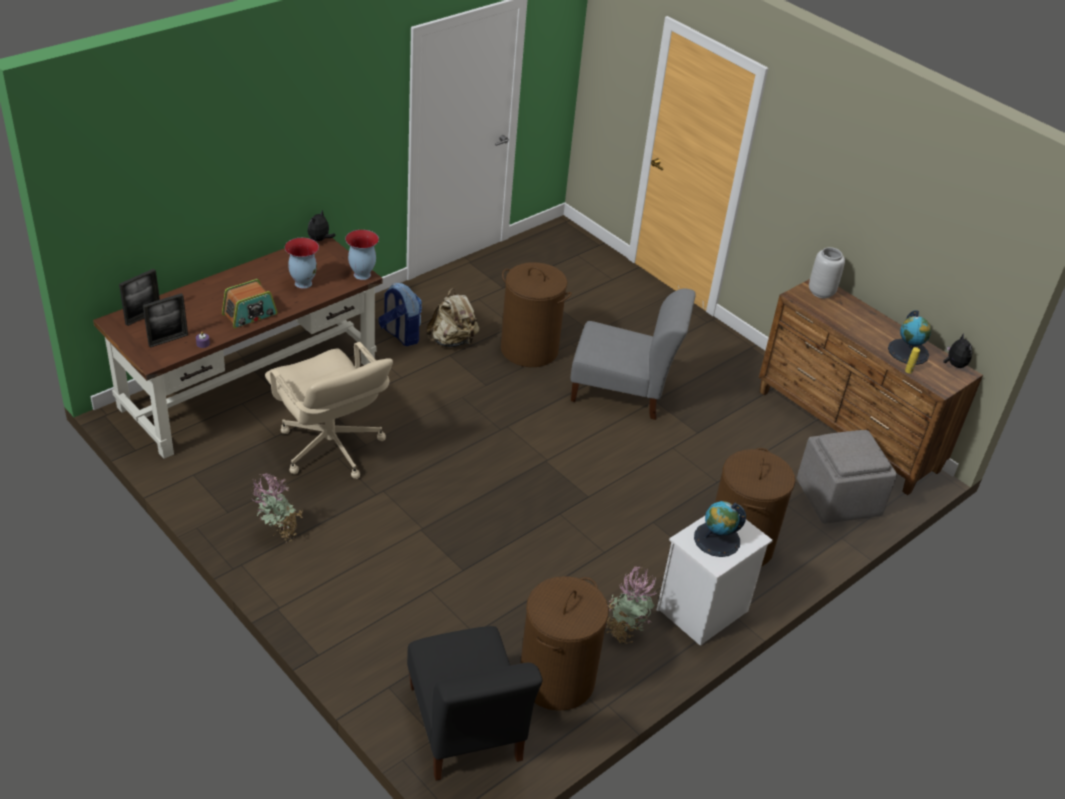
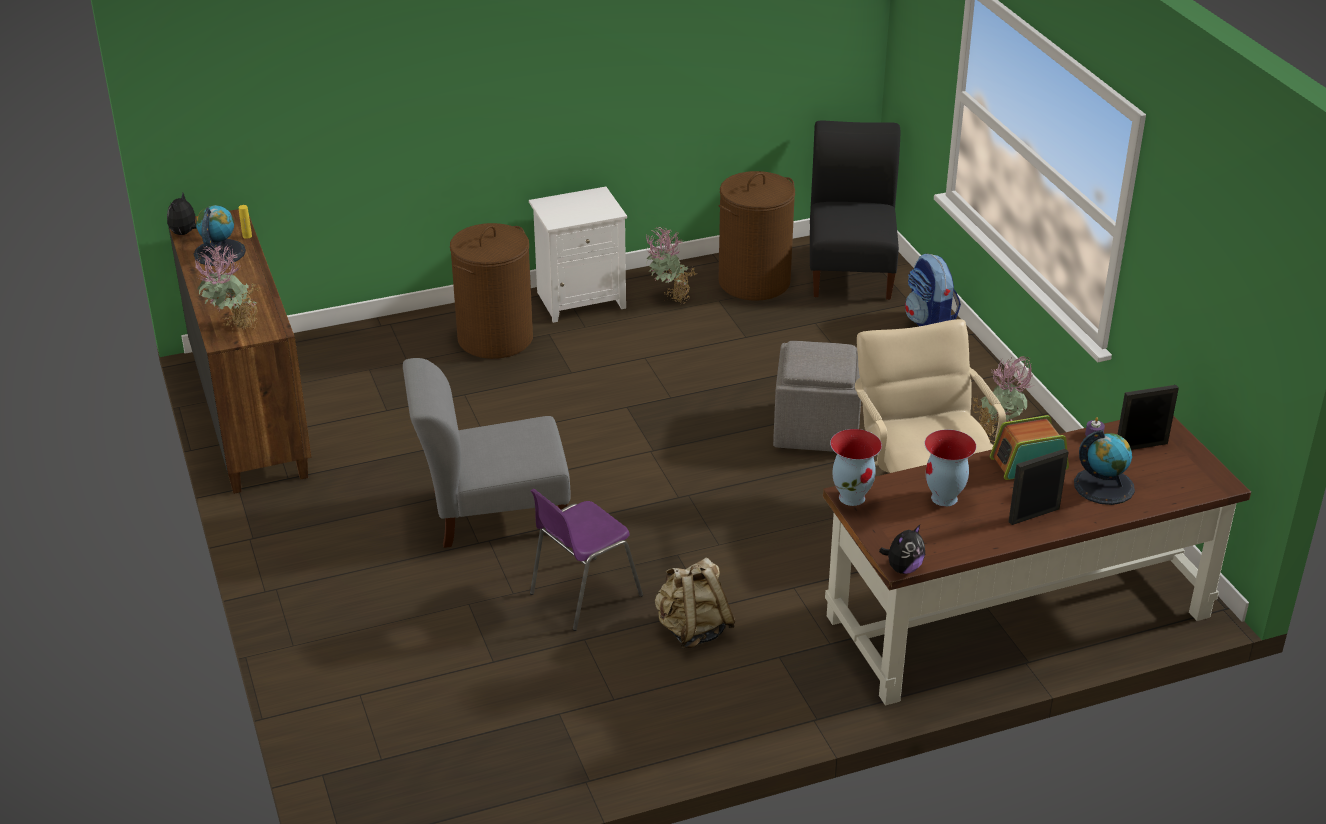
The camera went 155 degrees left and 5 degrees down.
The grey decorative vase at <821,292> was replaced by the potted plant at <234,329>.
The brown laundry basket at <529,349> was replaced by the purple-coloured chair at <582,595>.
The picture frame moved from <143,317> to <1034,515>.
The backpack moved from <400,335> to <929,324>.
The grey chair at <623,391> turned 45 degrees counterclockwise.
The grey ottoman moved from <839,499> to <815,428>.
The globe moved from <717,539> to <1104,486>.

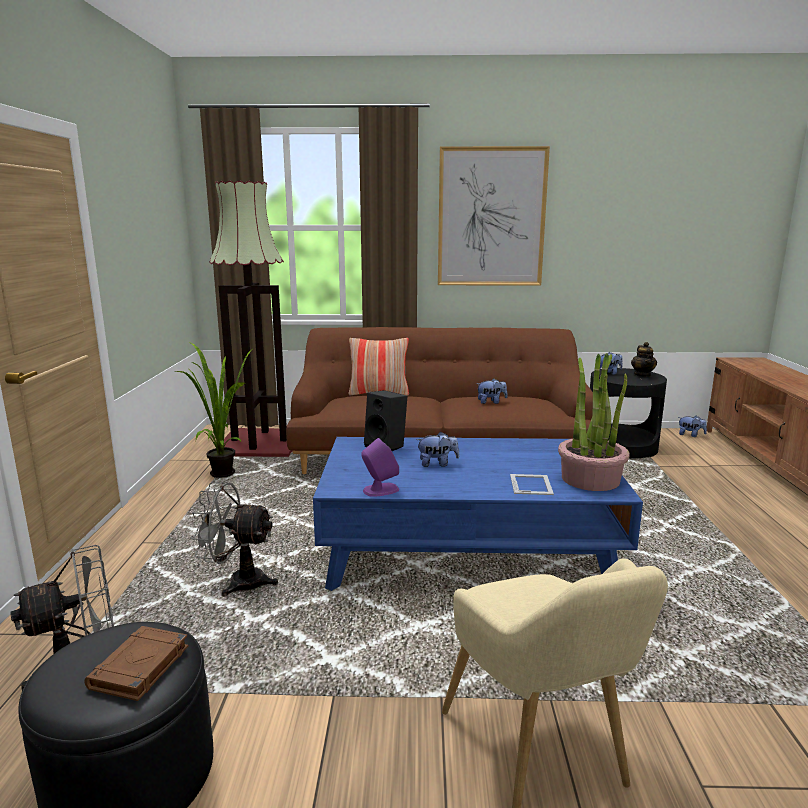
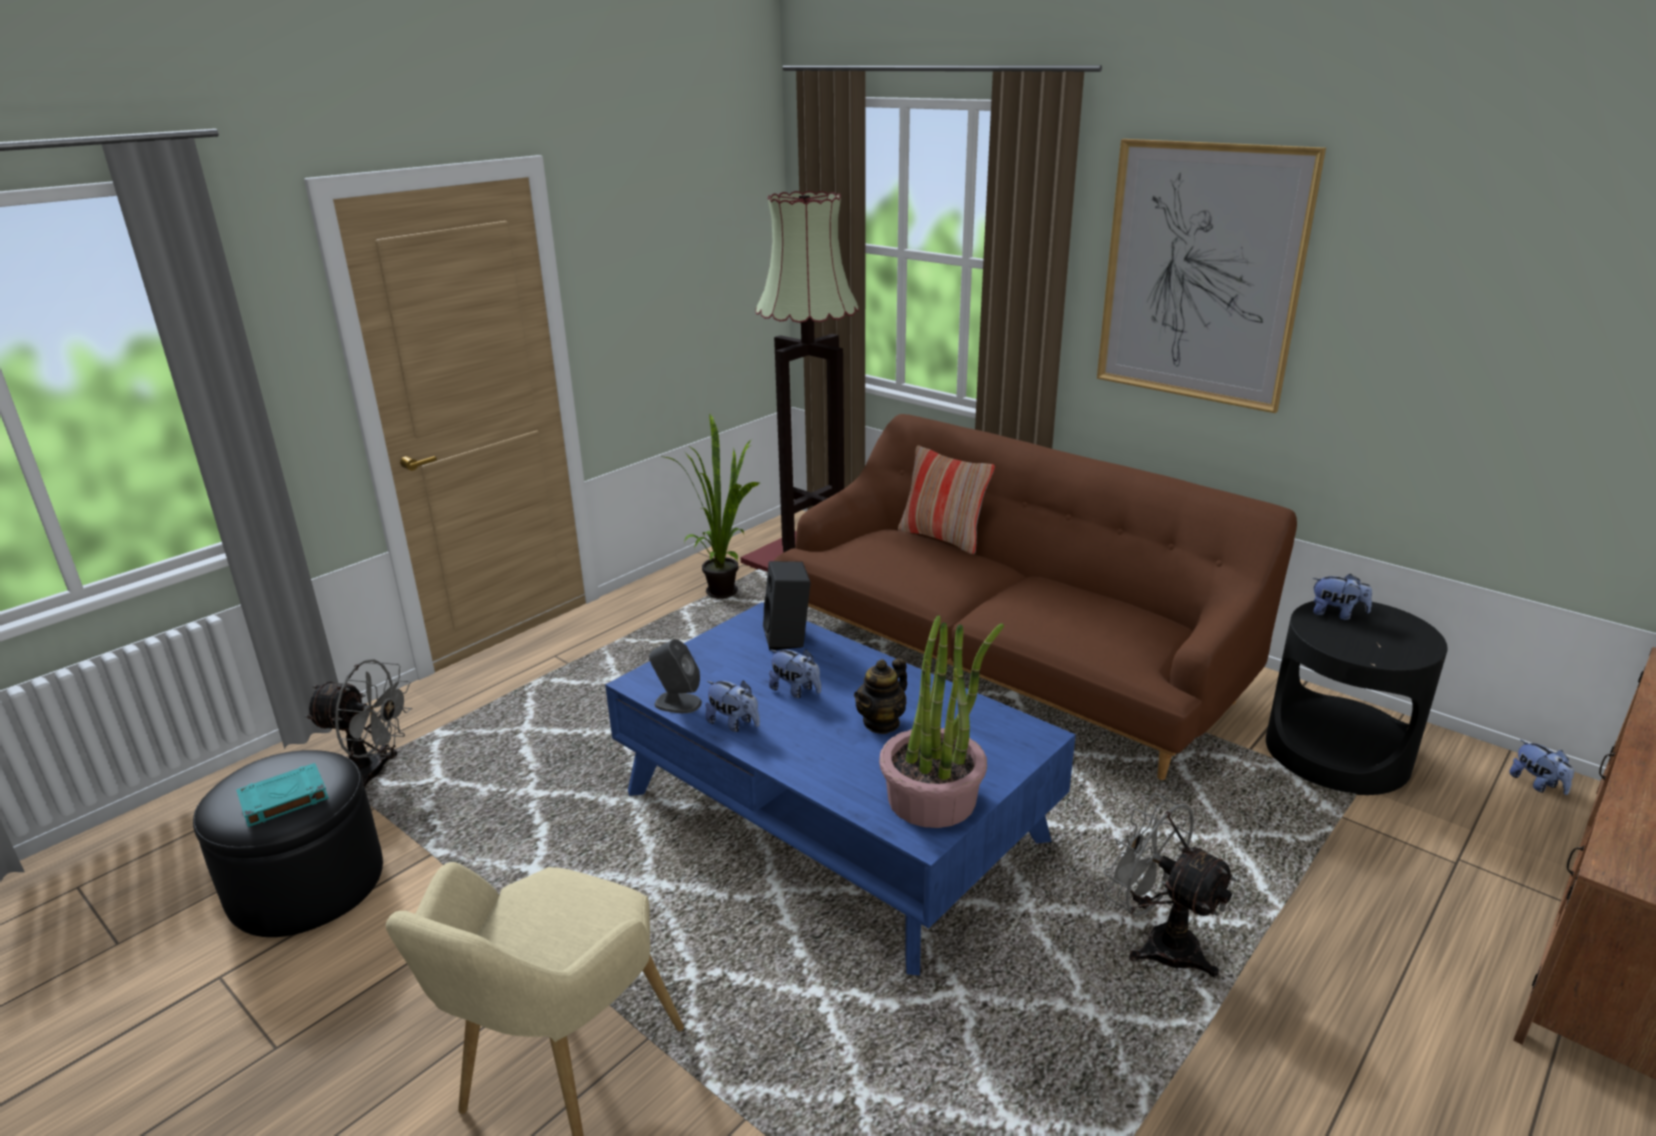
The camera went 40 degrees right and 10 degrees up.
The pot for tea moved from <642,375> to <881,723>.
The soft toy moved from <491,402> to <734,724>.
The purple-coloured speaker at <380,490> became the grey speaker at <677,703>.
The picture frame at <531,484> disappeared.
The grey fan moved from <238,582> to <1158,942>.
The brown bound book at <139,668> became the blue-green bound book at <283,799>.

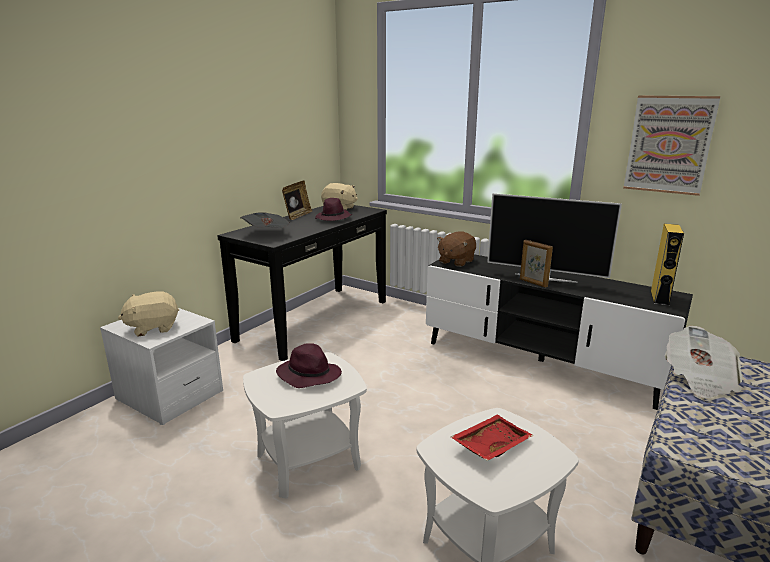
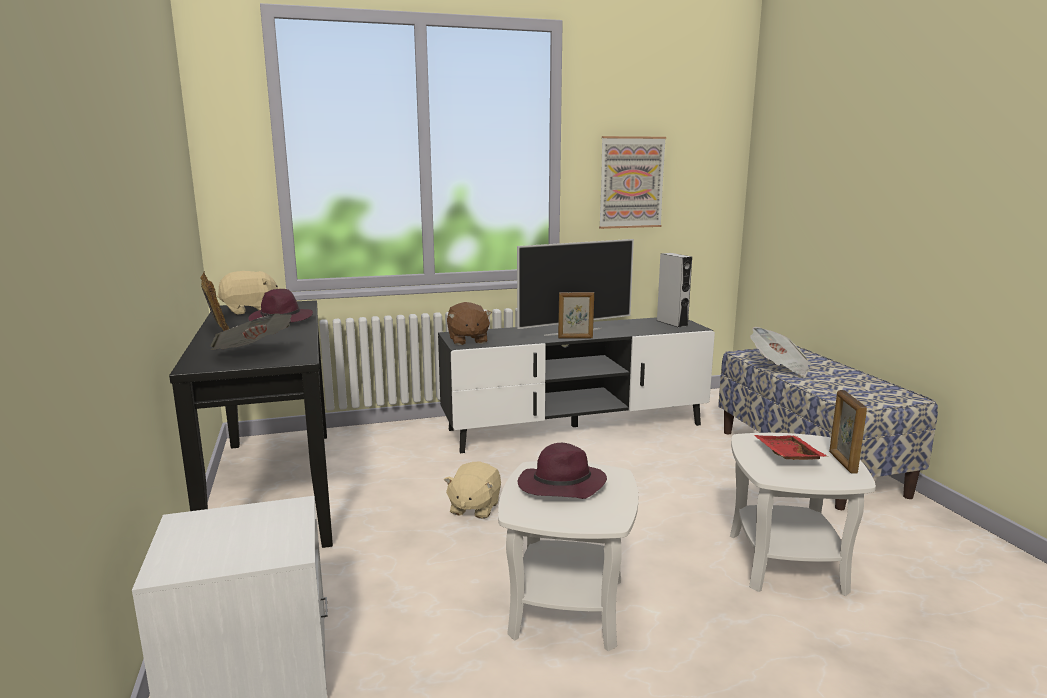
The camera went 50 degrees left and 5 degrees down.
The yellow speaker at <659,298> became the grey speaker at <672,323>.
The beige soft toy moved from <153,328> to <474,508>.
The picture frame at <842,462> appeared.

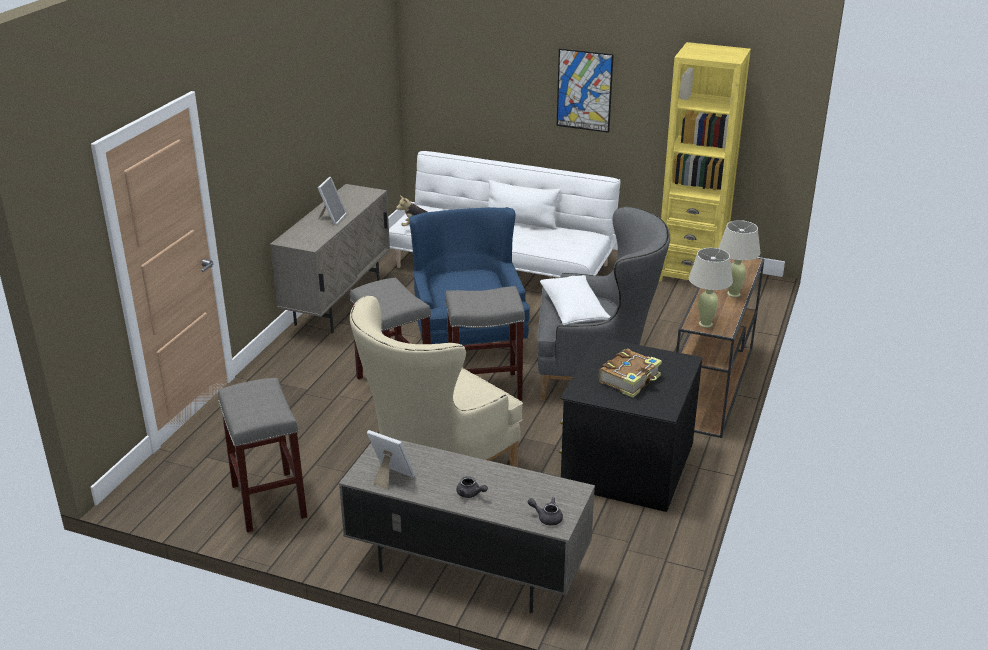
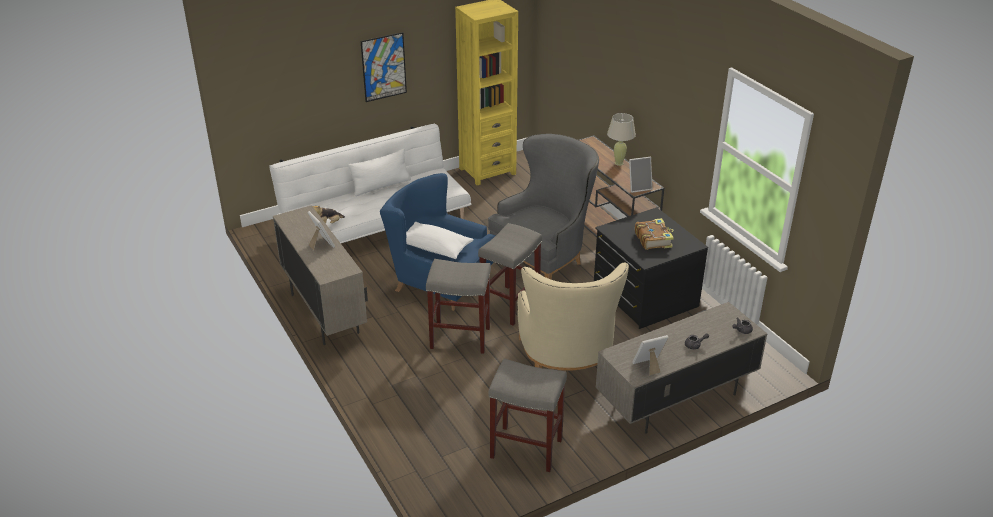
The camera went 50 degrees left and 5 degrees up.
The beige tabletop lamp at <706,324> was replaced by the picture frame at <639,187>.
The whitish throw pillow moved from <574,311> to <435,248>.

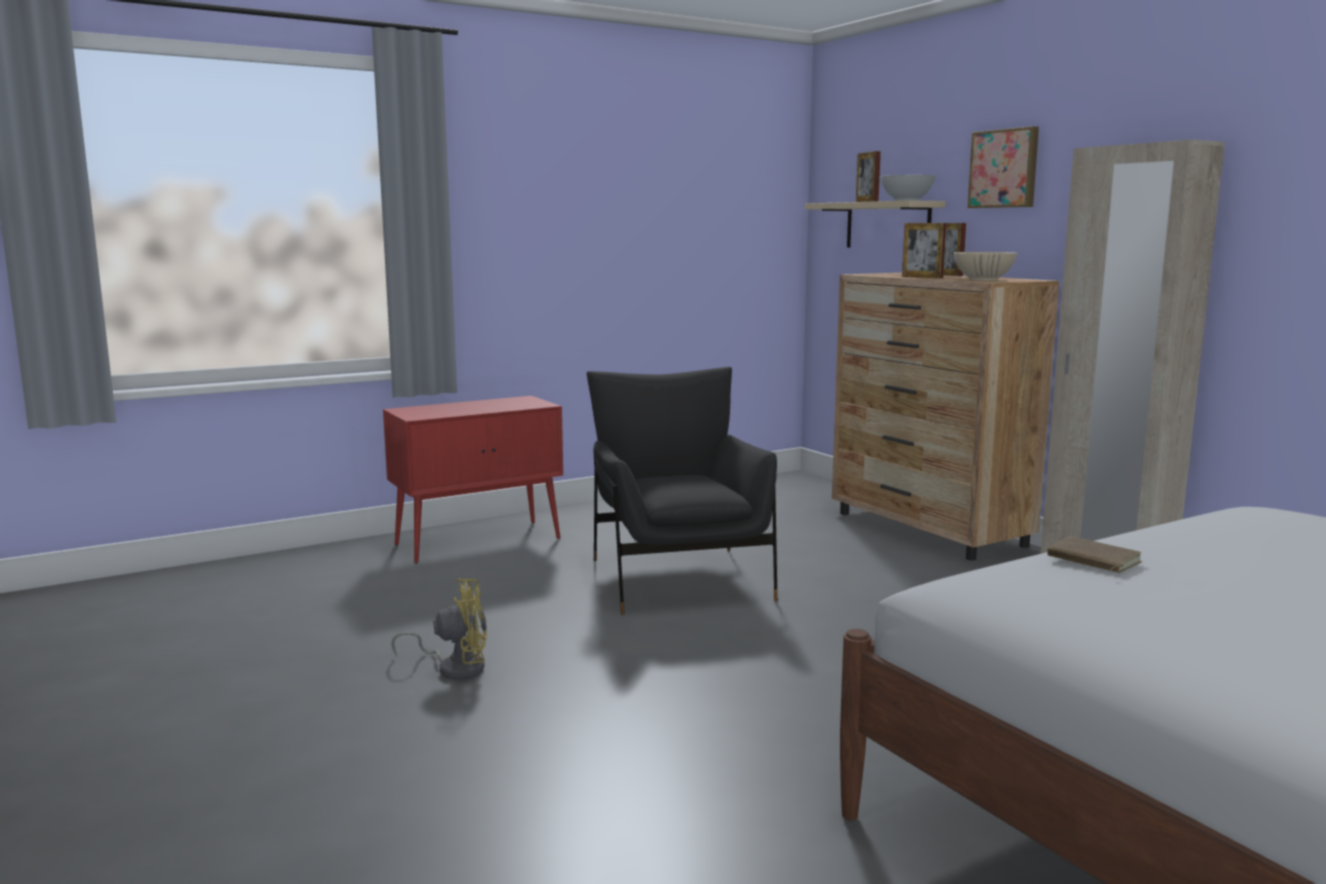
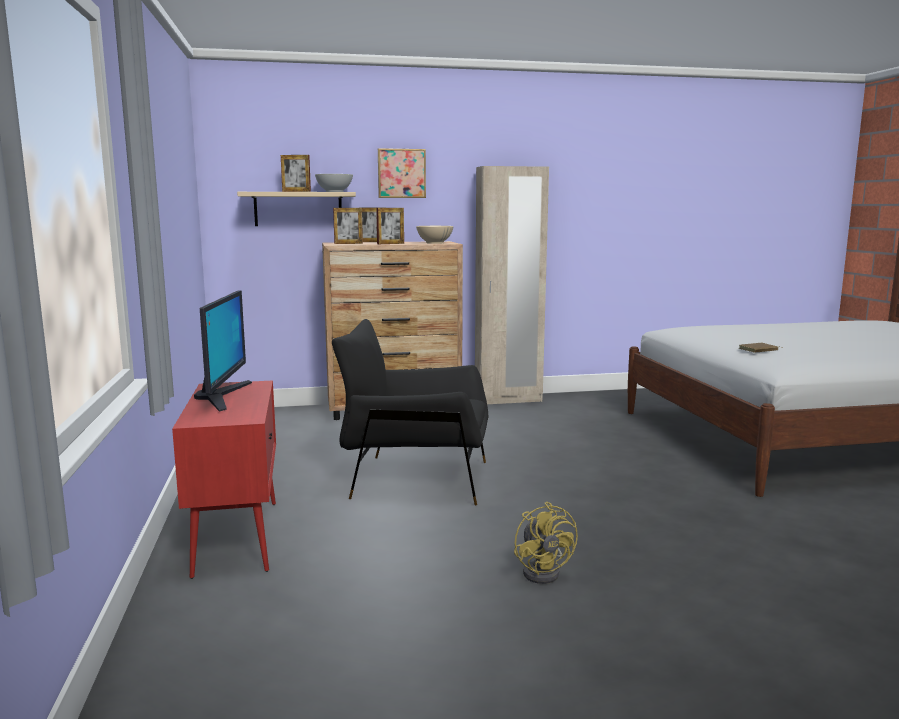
The camera went 70 degrees left and 0 degrees up.
The yellow fan at <455,667> turned 150 degrees clockwise.
The picture frame at <348,243> appeared.
The computer display at <222,396> appeared.

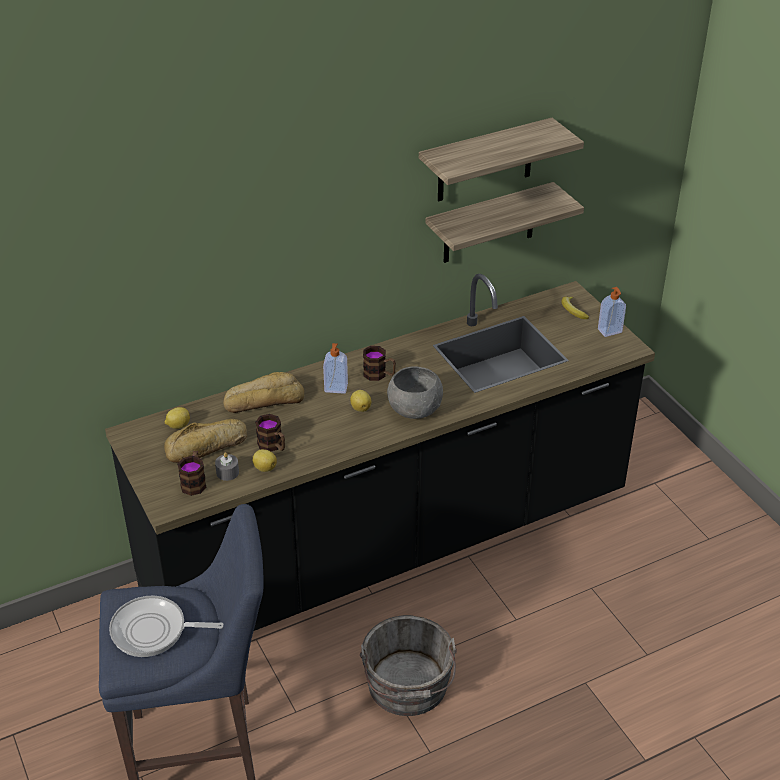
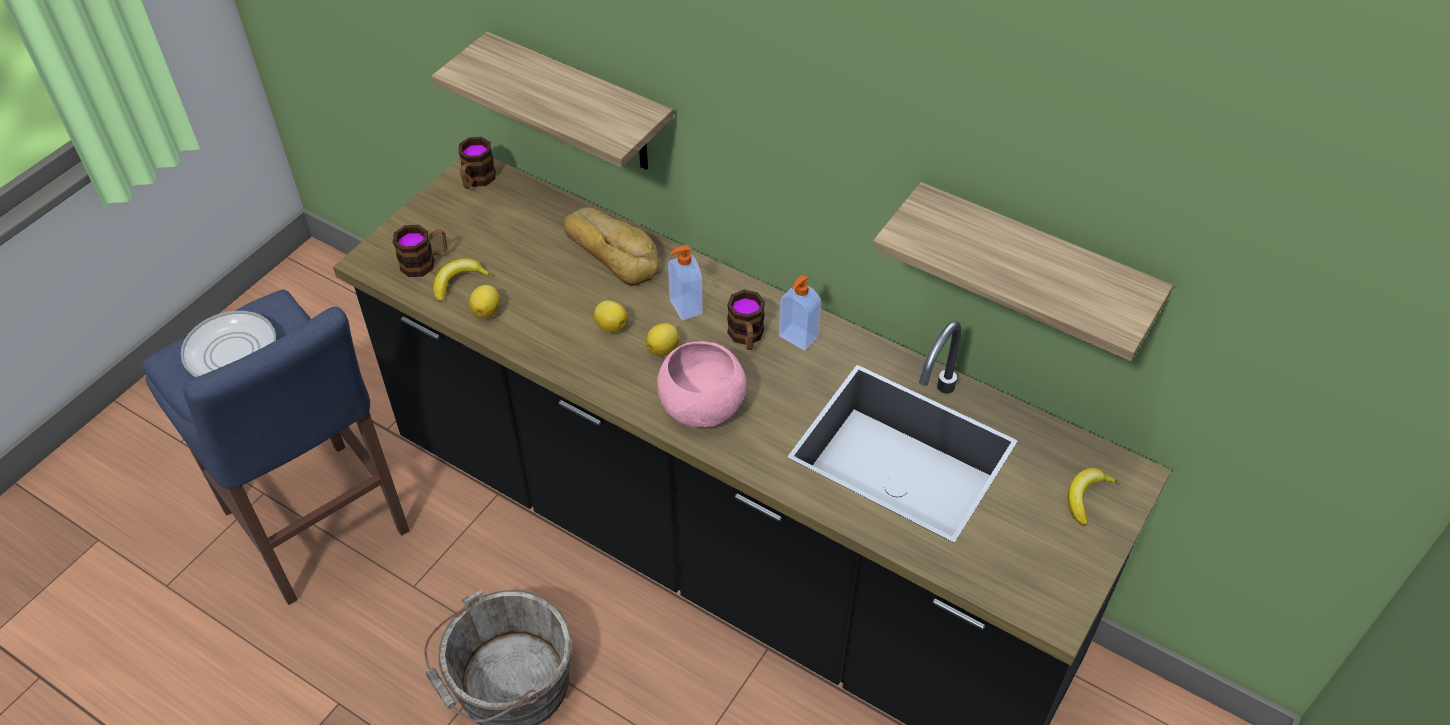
The camera went 60 degrees right and 10 degrees up.
The bracket shelf moved from <485,161> to <581,105>.
The soap bottle moved from <610,331> to <797,337>.
The grey serving bowl at <415,409> became the pink-coloured serving bowl at <702,406>.
The citrus fruit moved from <178,425> to <610,326>.
The coffee mug moved from <273,446> to <476,180>.
The bread at <207,447> disappeared.
The grey wax candle at <227,472> was replaced by the whole banana at <458,282>.

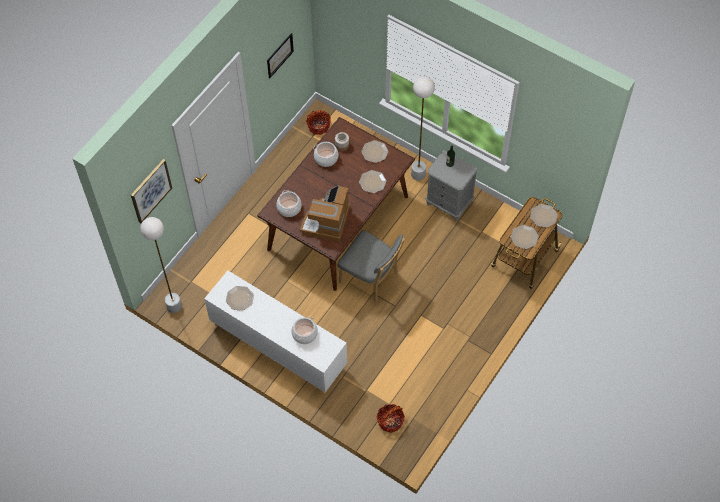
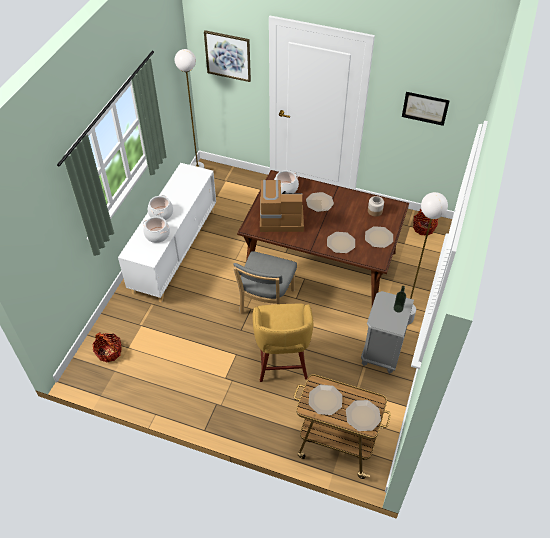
The camera went 75 degrees right and 10 degrees down.
The saucepot moved from <326,158> to <161,214>.
The dinner plate moved from <239,298> to <319,202>.
The yellow stool seat at <281,362> appeared.

